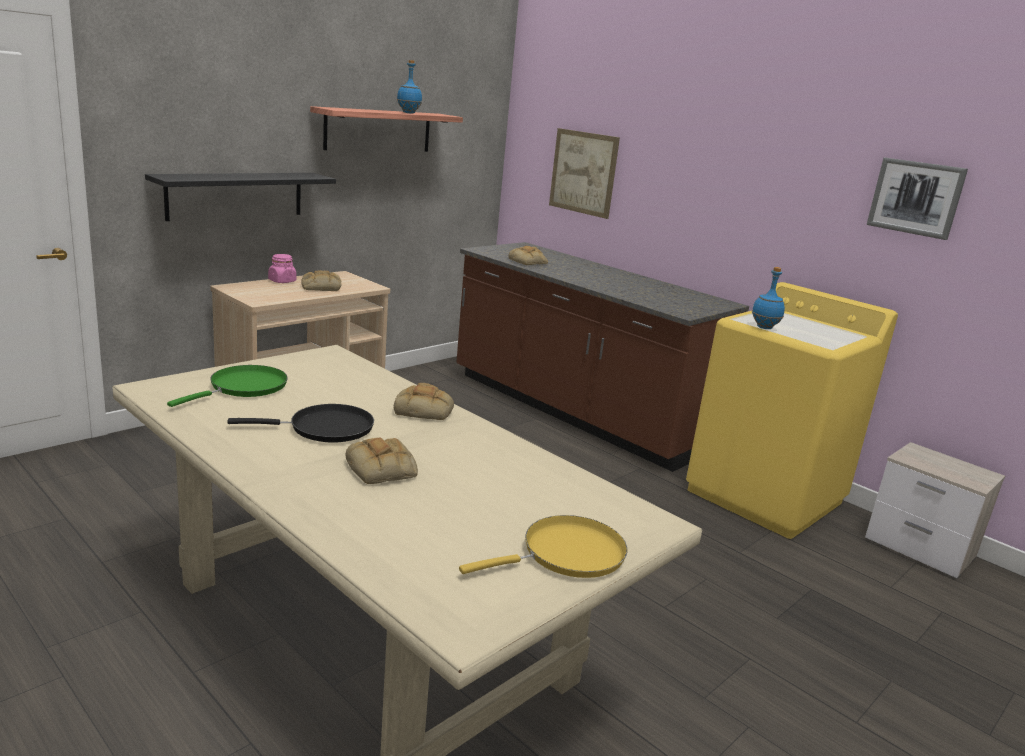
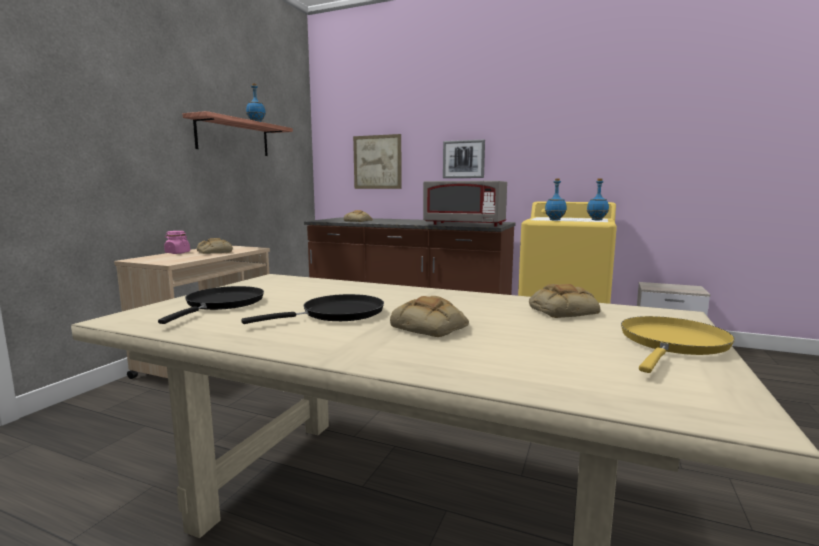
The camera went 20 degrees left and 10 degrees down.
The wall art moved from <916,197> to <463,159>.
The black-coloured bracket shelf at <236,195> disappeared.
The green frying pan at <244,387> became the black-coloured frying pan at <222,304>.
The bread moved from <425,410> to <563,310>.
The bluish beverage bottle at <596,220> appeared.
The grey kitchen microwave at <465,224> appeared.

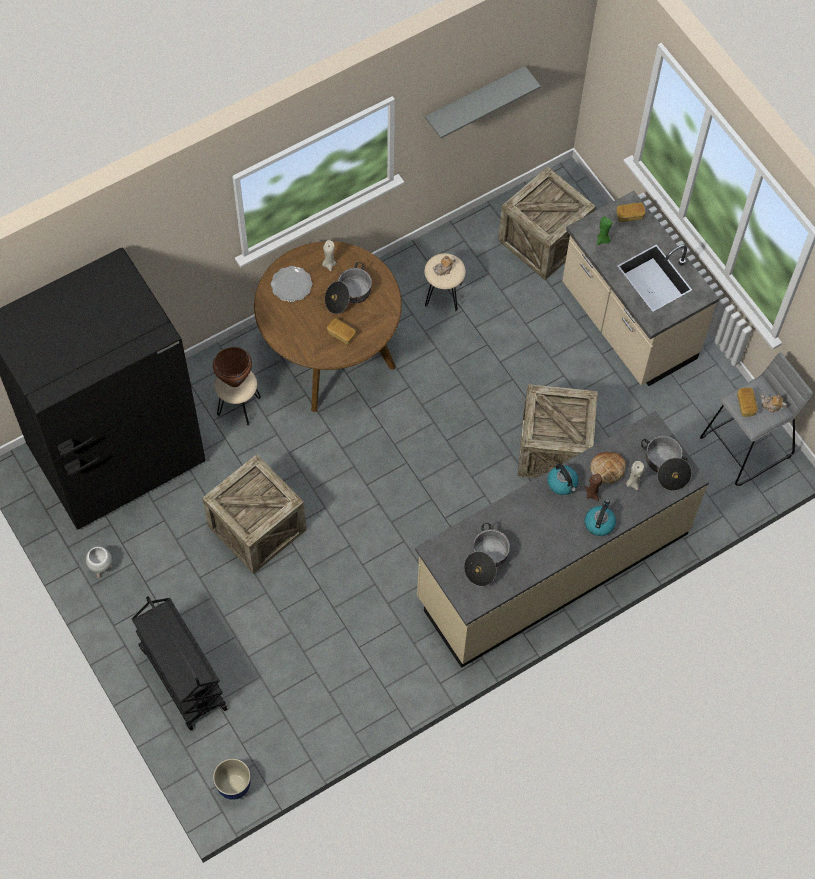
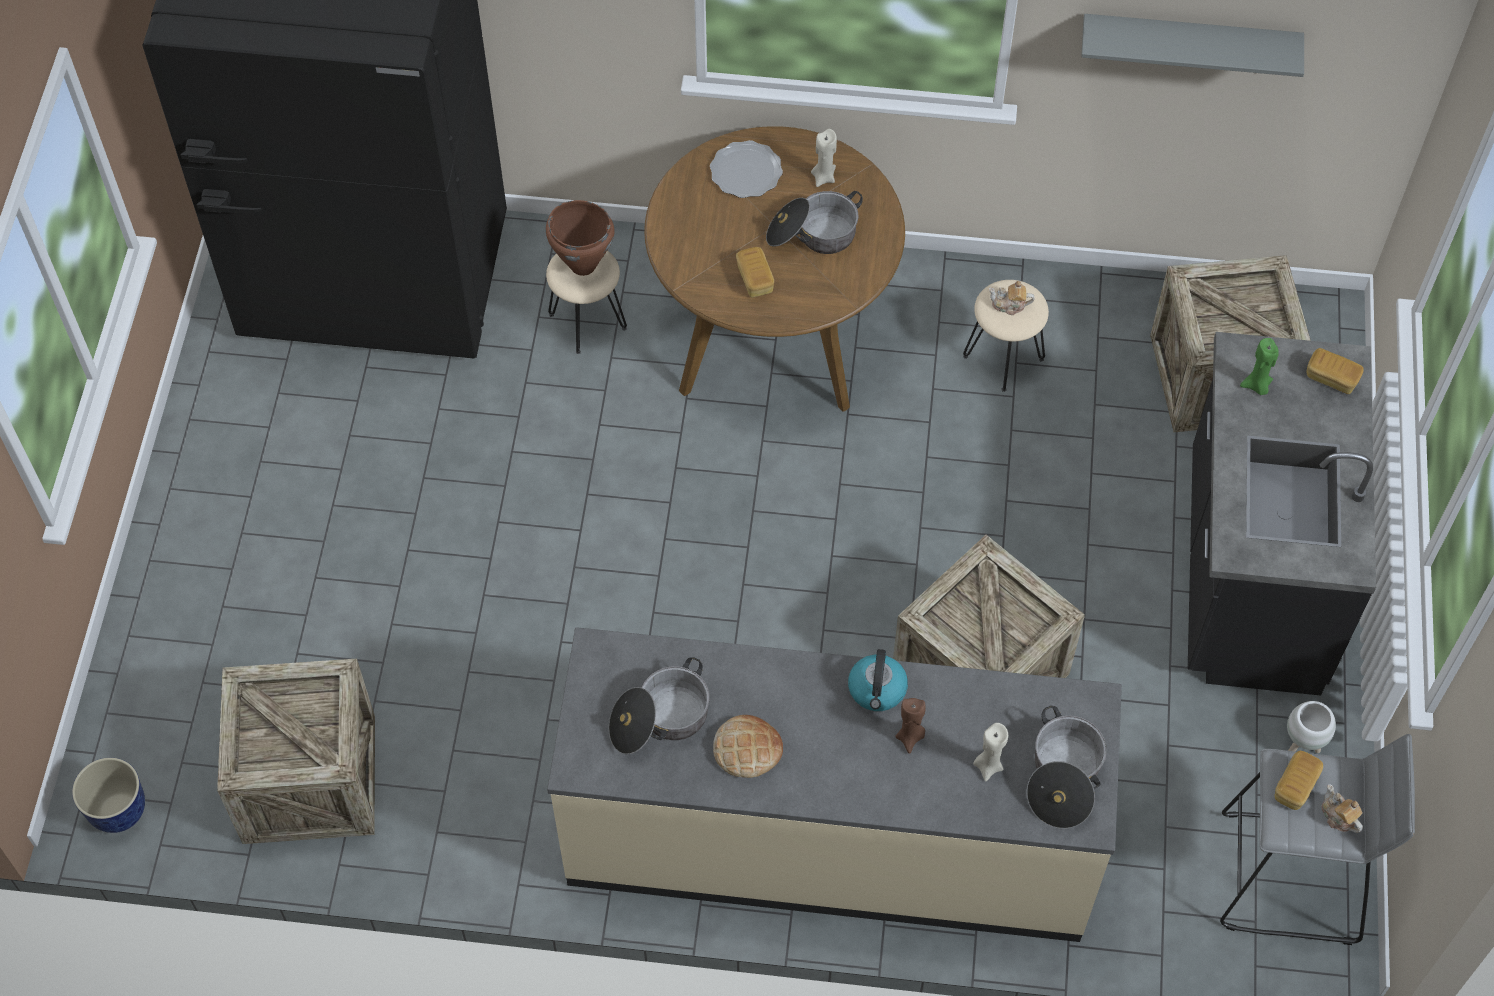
The camera went 40 degrees right and 5 degrees down.
The beige kitchen base unit at <627,324> became the black-coloured kitchen base unit at <1248,573>.
The bread moved from <607,469> to <747,749>.
The packing crate moved from <257,528> to <309,779>.
The water kettle at <599,523> disappeared.
The whitish flower pot moved from <102,569> to <1302,745>.
The black-coloured trolley at <182,677> disappeared.

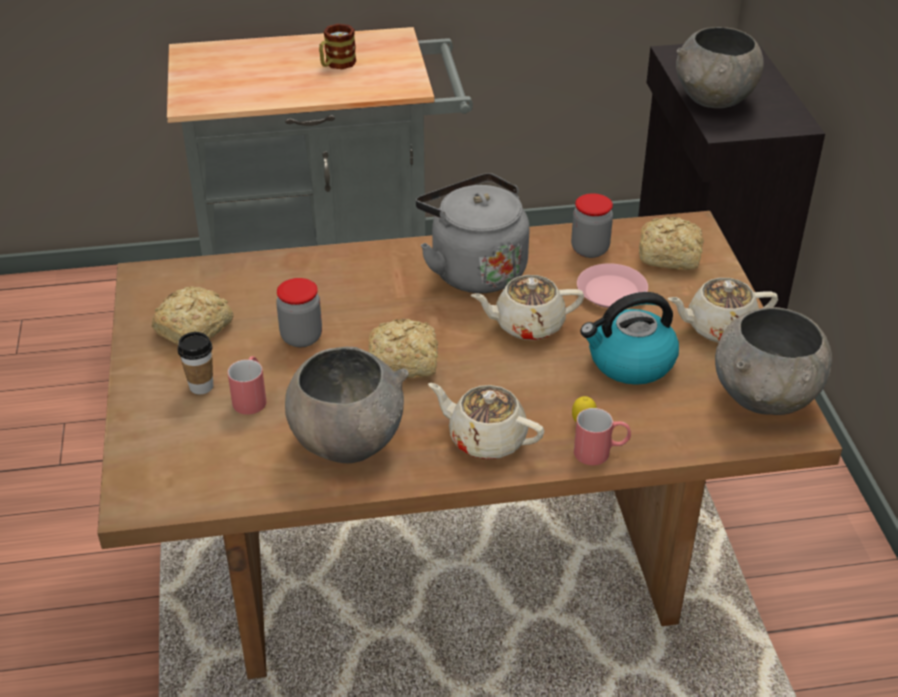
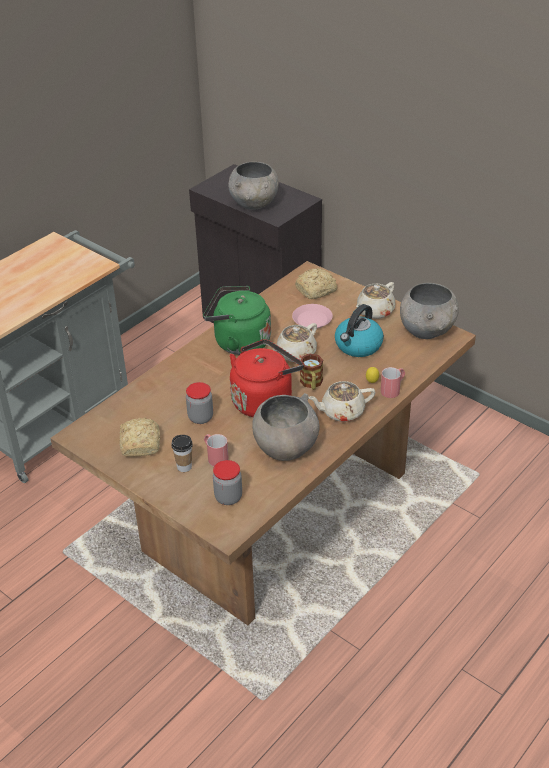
The camera went 40 degrees left and 0 degrees up.
The coffee mug moved from <336,64> to <312,384>.
The grey water kettle at <474,269> became the green water kettle at <238,342>.
The storage jar moved from <590,249> to <228,497>.
The bread at <406,362> was replaced by the red-coloured water kettle at <264,400>.

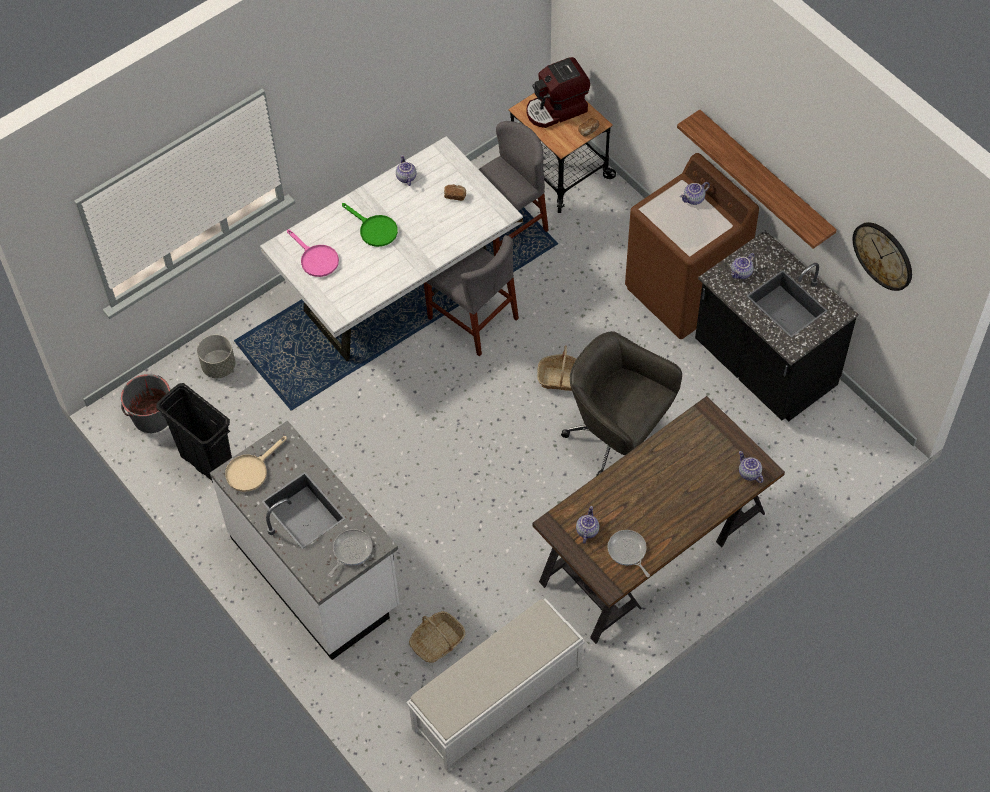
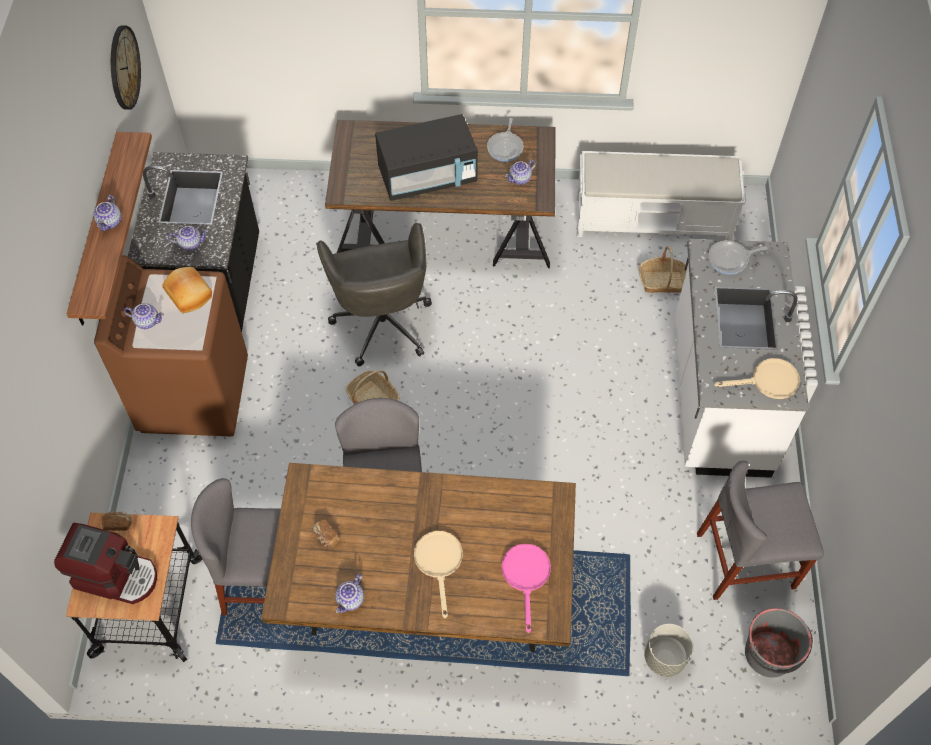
The camera went 140 degrees left and 0 degrees up.
The whitish dining table at <397,292> became the brown dining table at <429,597>.
The green frying pan at <374,230> became the beige frying pan at <439,563>.
The black-coloured waste bin at <208,464> was replaced by the grey chair at <746,561>.
The pot for tea moved from <748,473> to <110,222>.
The black-coloured kitchen microwave at <428,177> appeared.
The bread at <190,294> appeared.

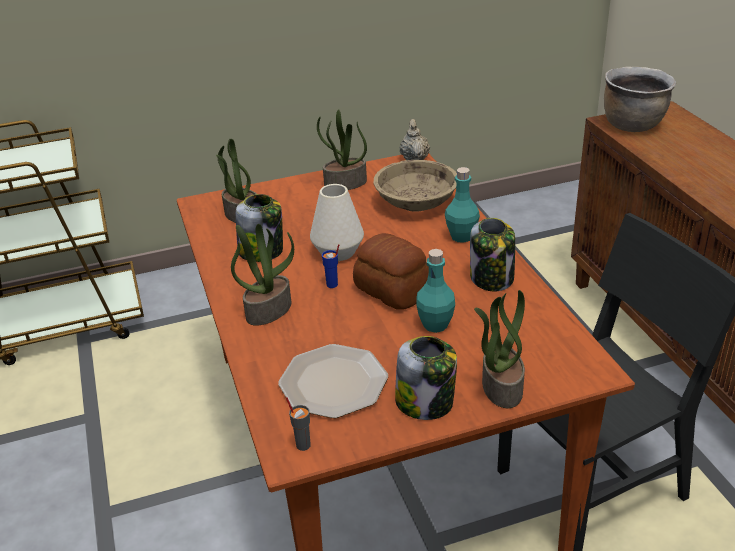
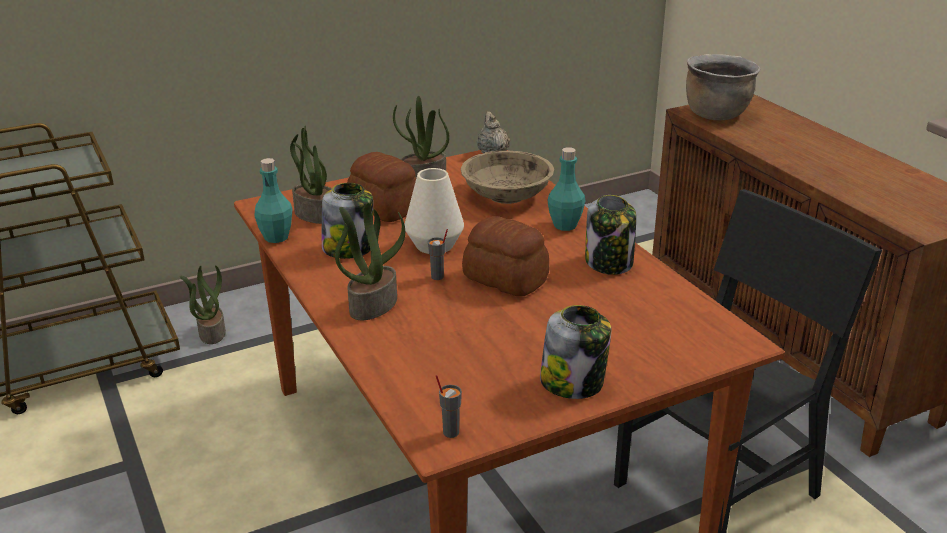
The camera went 10 degrees left and 5 degrees down.
The bluish cup at <332,285> became the grey cup at <437,277>.
The blue-green beverage bottle moved from <435,325> to <276,237>.
The potted plant moved from <501,386> to <211,332>.
The dinner plate at <334,382> disappeared.
The bread at <384,208> appeared.

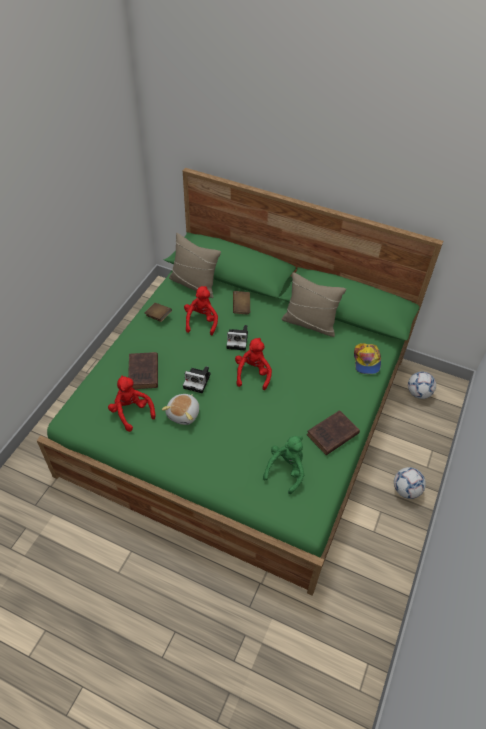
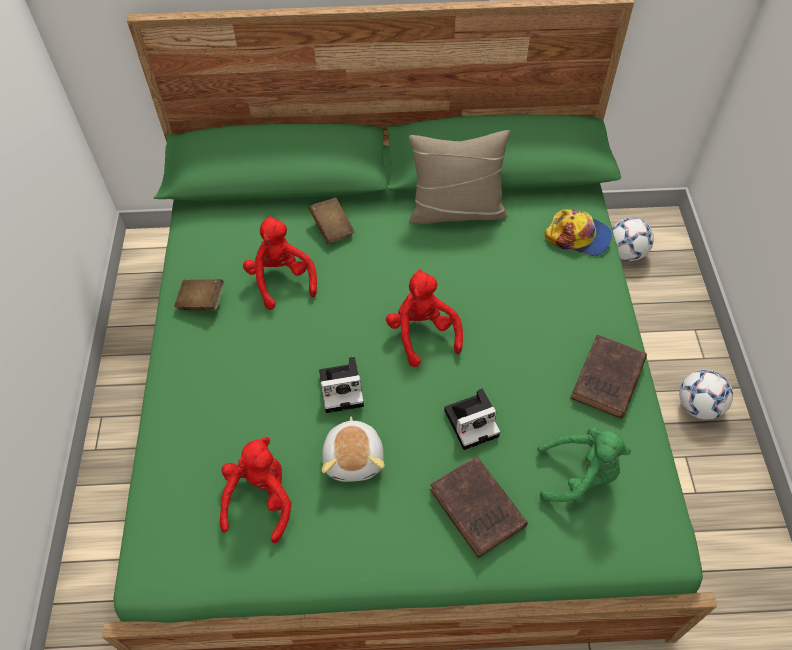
The camera went 25 degrees left and 5 degrees up.
The beige throw pillow at <194,284> disappeared.
The still camera moved from <238,340> to <473,421>.
The cap at <366,361> turned 45 degrees counterclockwise.
The brown bound book moved from <143,373> to <479,510>.
The red-coloured soft toy at <131,412> turned 75 degrees clockwise.
The green soft toy at <286,470> turned 90 degrees clockwise.

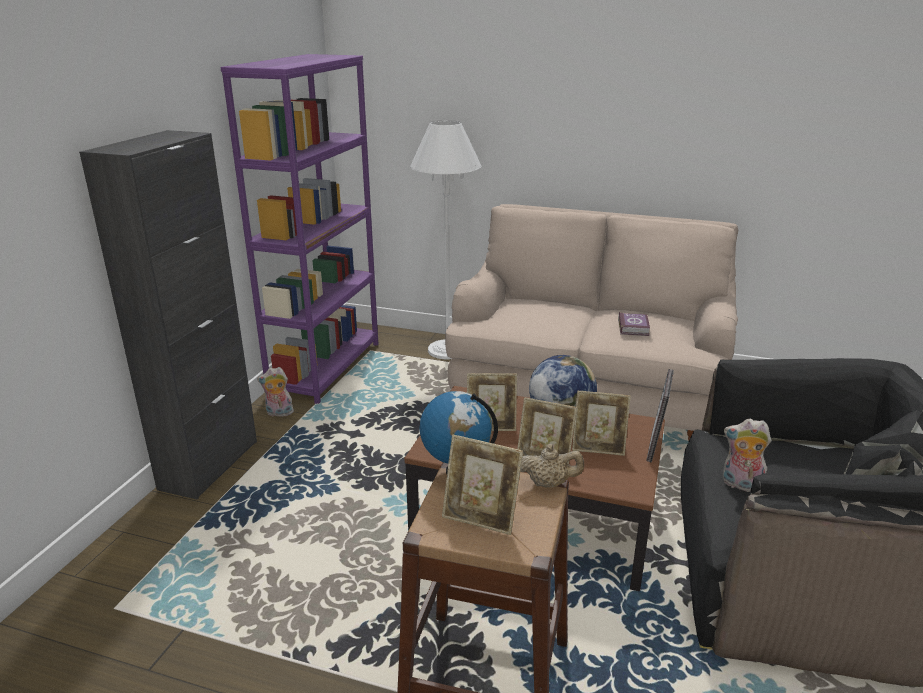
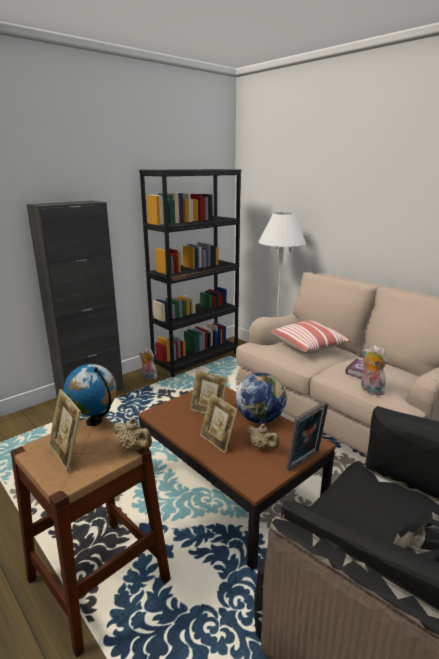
The camera went 30 degrees right and 5 degrees down.
The purple-coloured bookcase at <326,368> became the black-coloured bookcase at <196,359>.
The picture frame at <598,448> was replaced by the beige pot for tea at <262,447>.
The soft toy moved from <740,485> to <370,390>.
The throw pillow at <309,346> appeared.

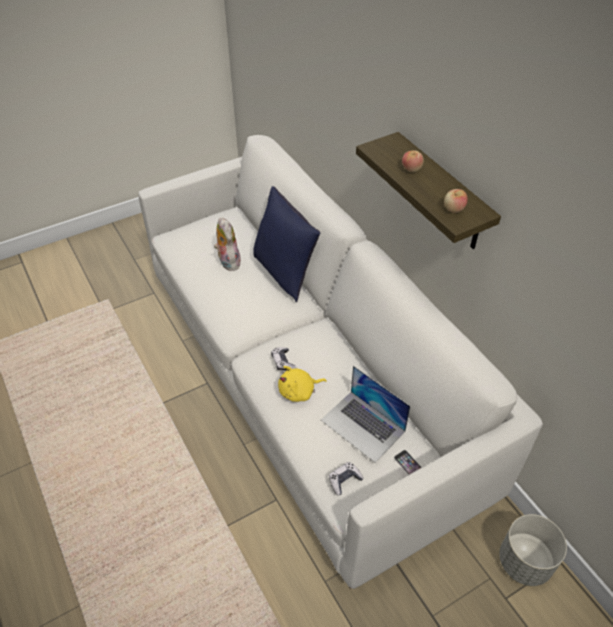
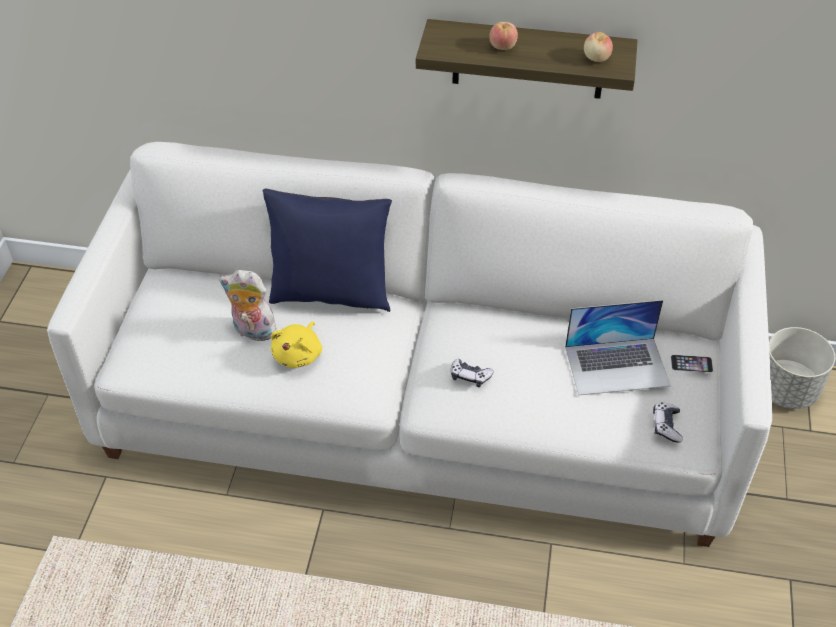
The camera went 50 degrees left and 0 degrees up.
The yellow soft toy moved from <299,391> to <299,354>.

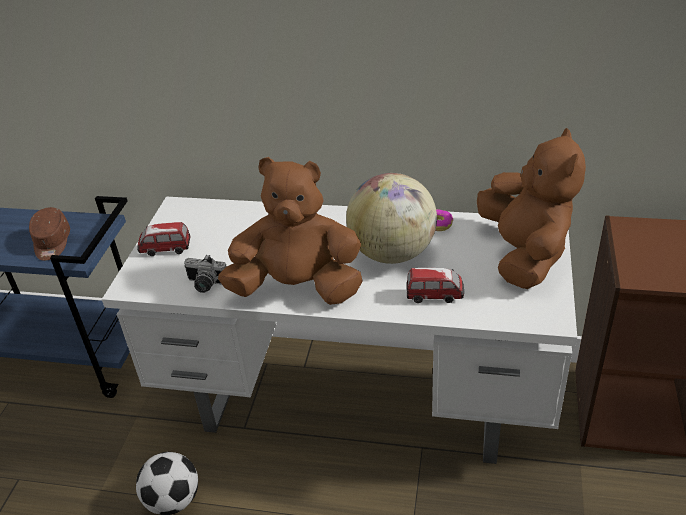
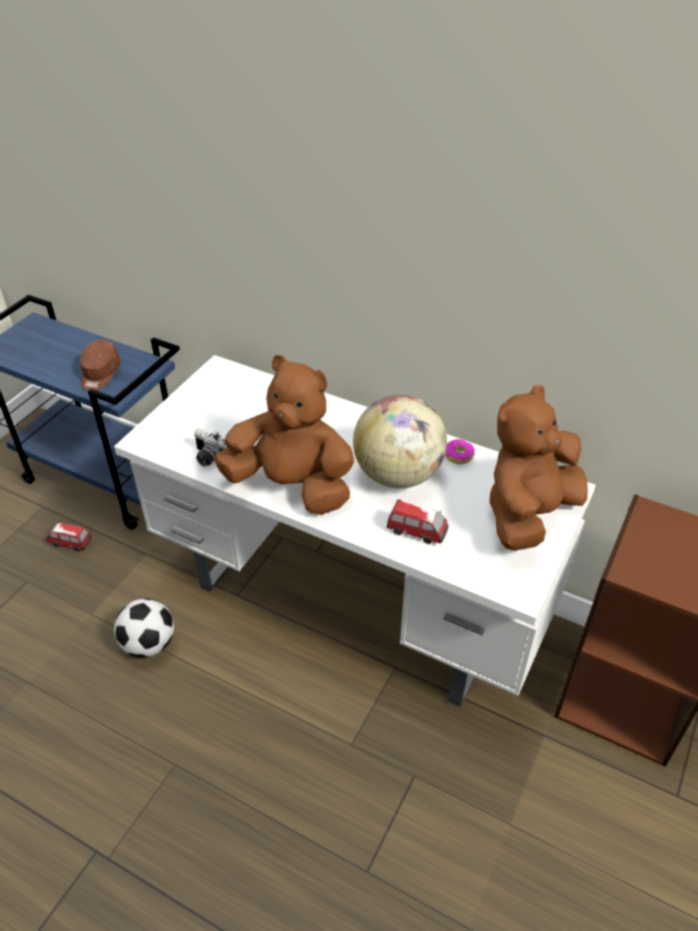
The camera went 15 degrees right and 5 degrees up.
The brown soft toy at <524,255> turned 150 degrees counterclockwise.
The miniature car moved from <165,249> to <70,543>.

